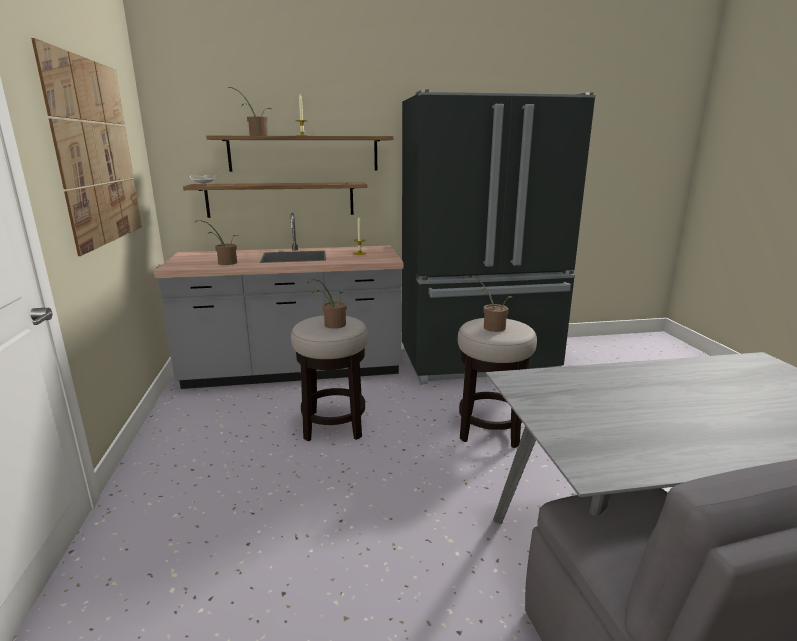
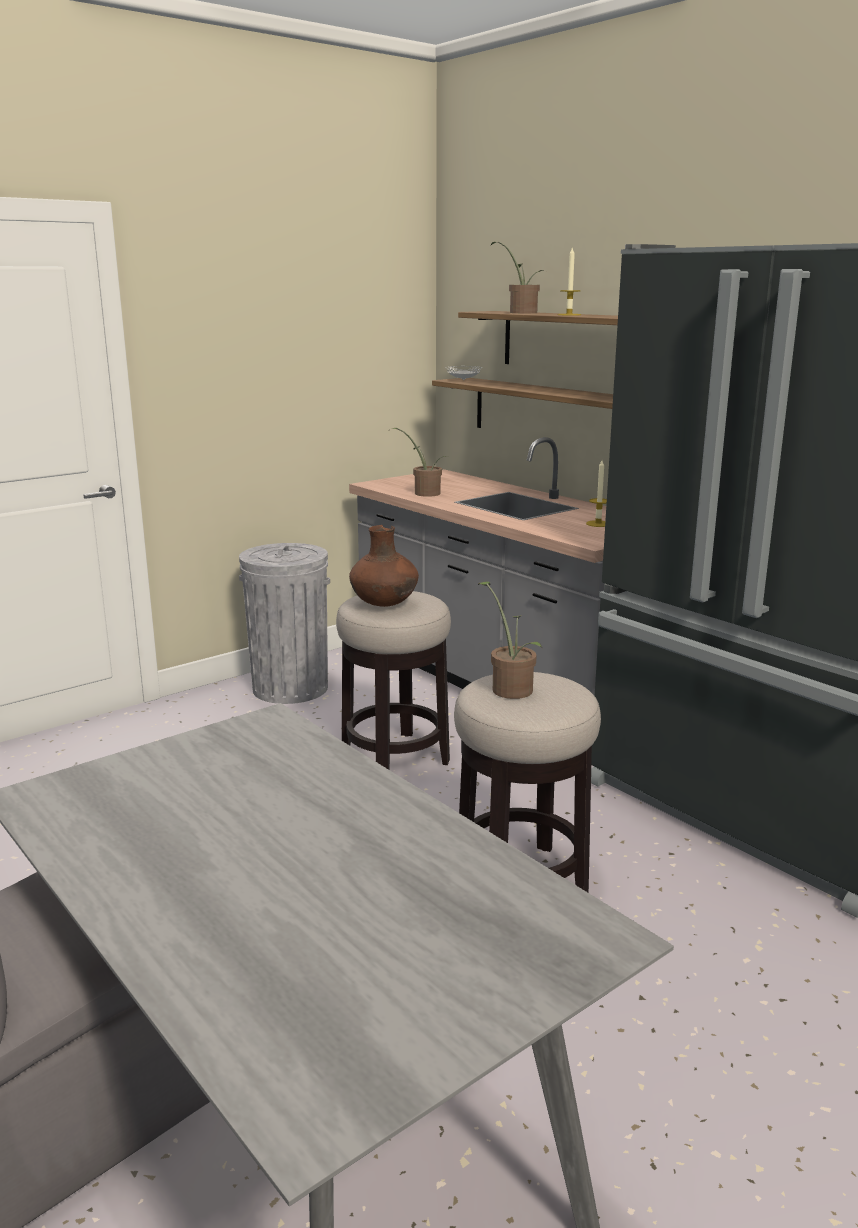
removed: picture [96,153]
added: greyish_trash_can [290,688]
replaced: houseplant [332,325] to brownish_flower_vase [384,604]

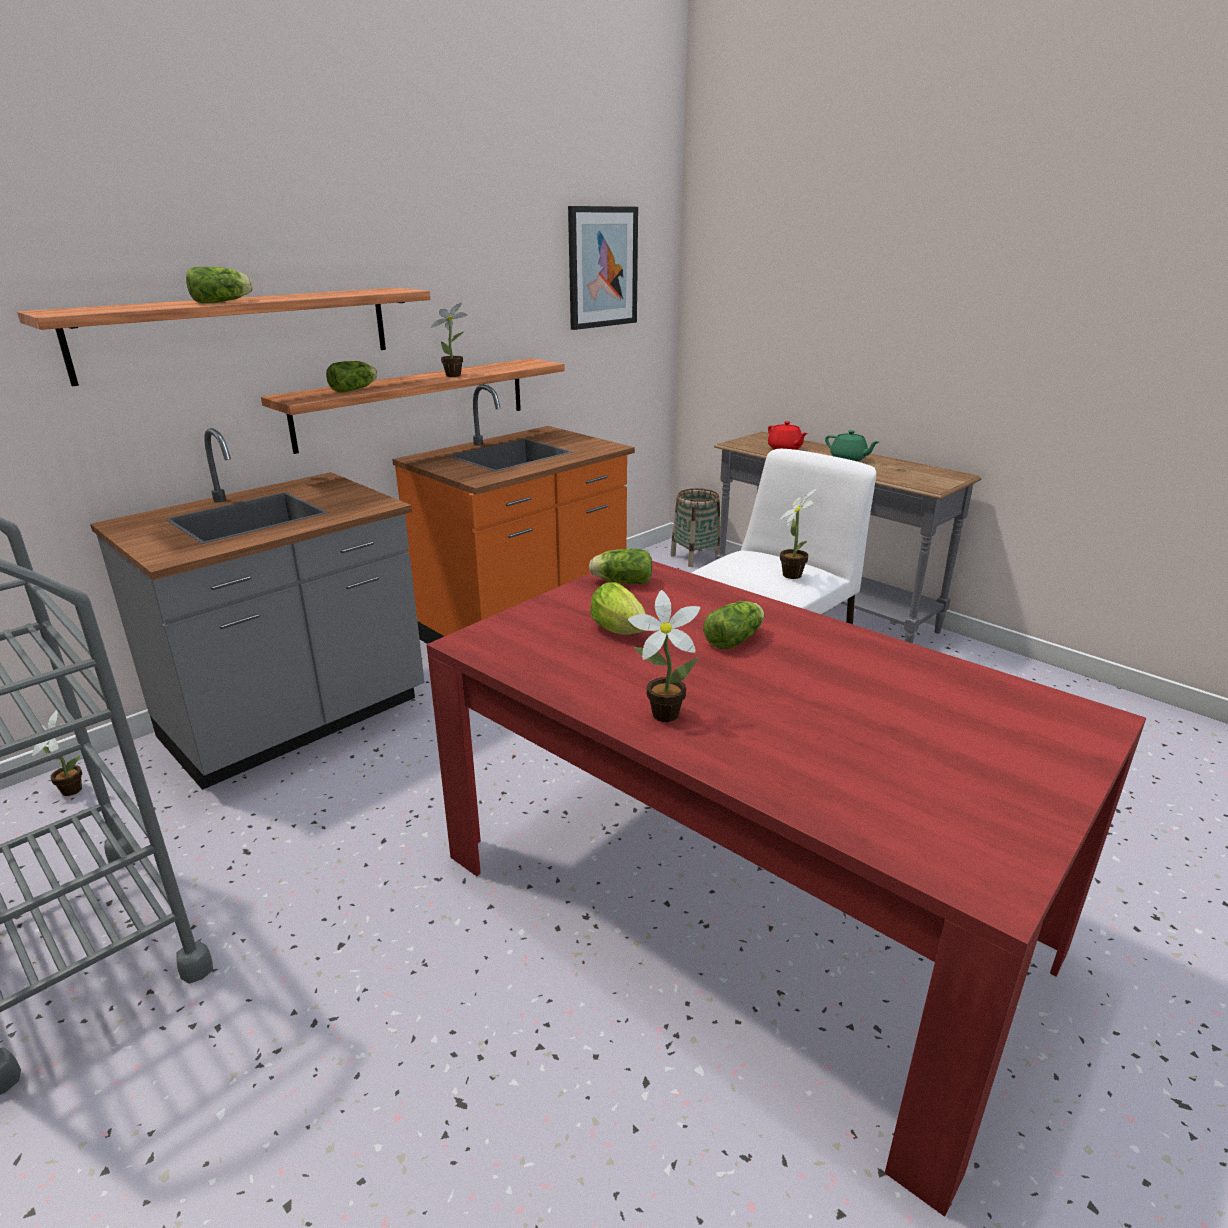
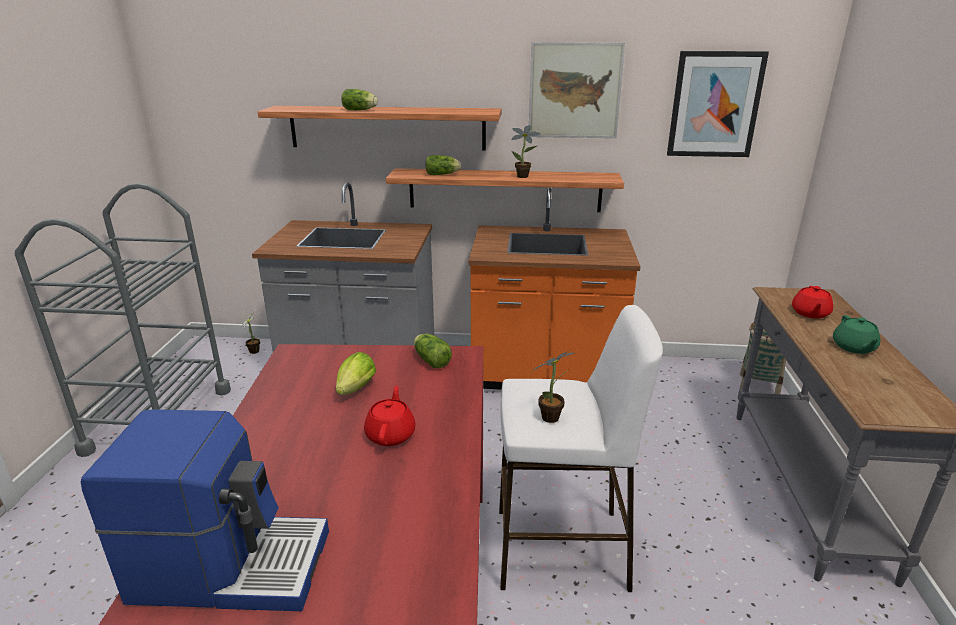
removed: houseplant [661,713]
added: picture [574,91]; coffee_brewer [231,564]
replaced: lettuce [736,639] to red-coloured_teapot [391,434]

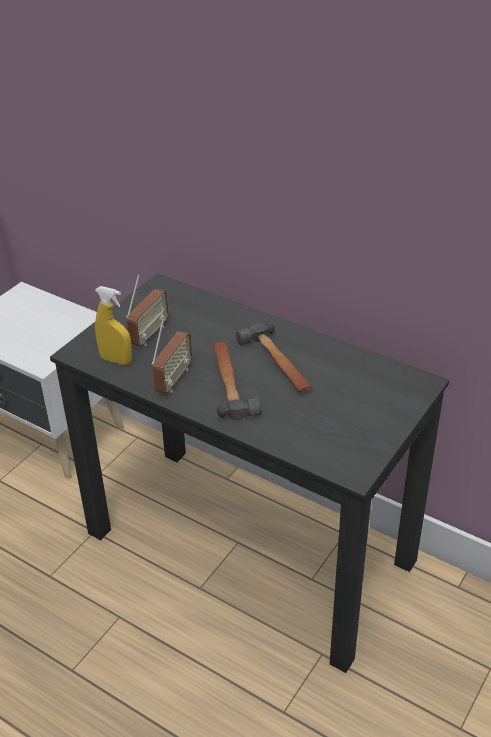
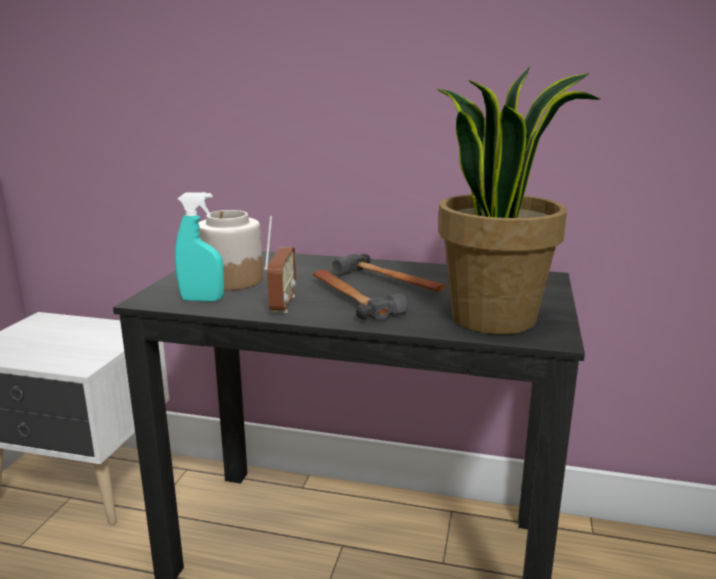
added: houseplant [494,317]
replaced: radio_set [149,334] to preserve_jar [231,280]
recoloured: yellow_hand_sprayer [116,360] to blue-green_hand_sprayer [202,300]

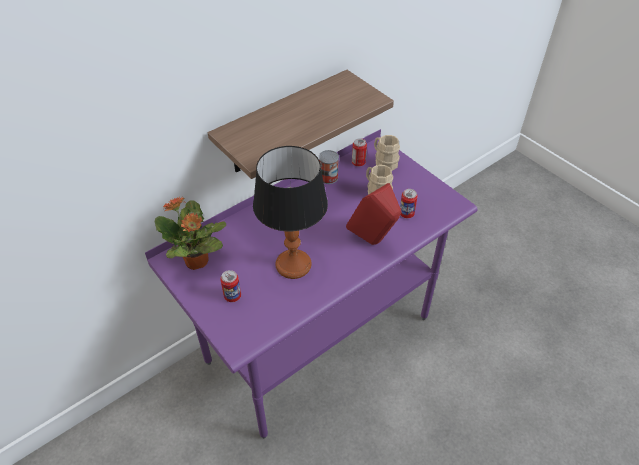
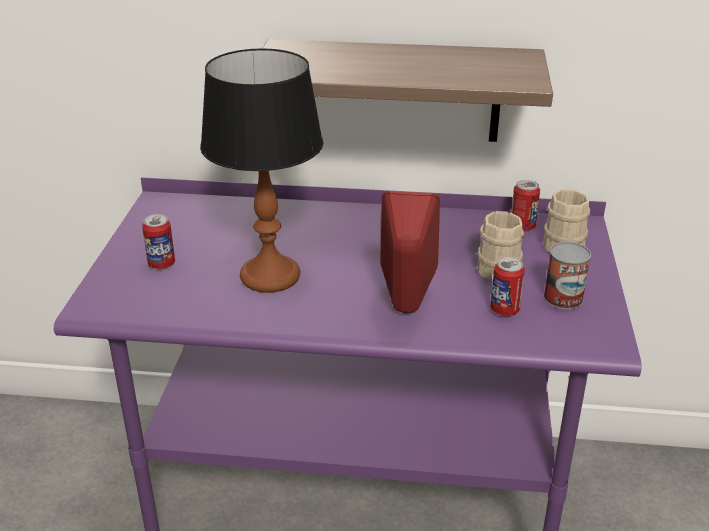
removed: houseplant [197,262]
moved: metal_can [328,177] to [563,298]

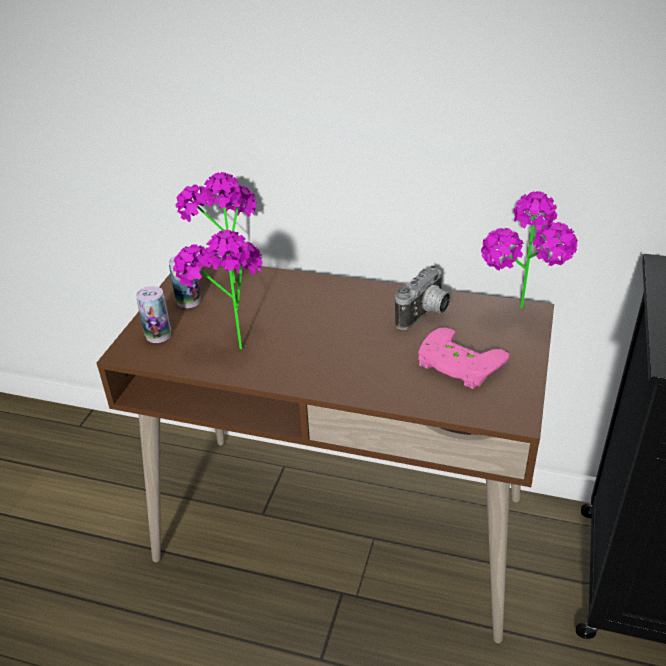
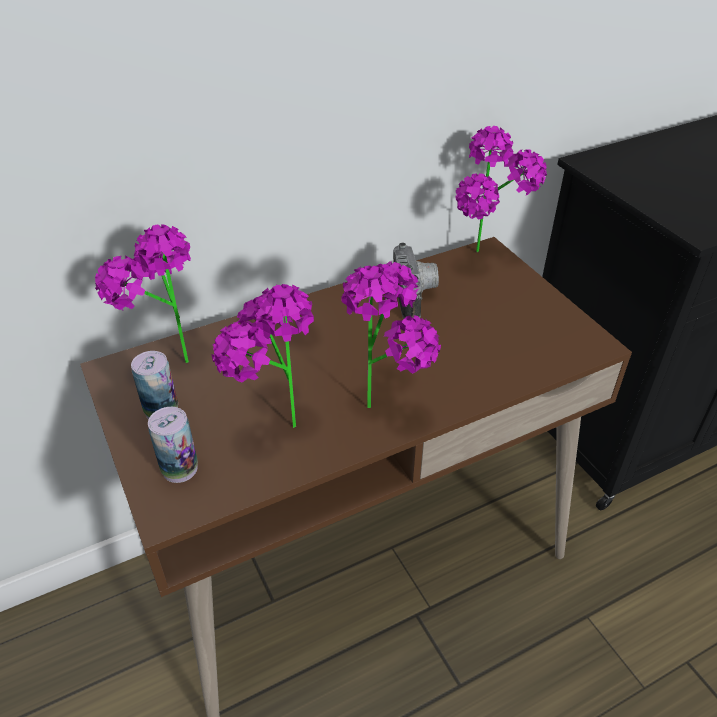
removed: pink_joypad [456,365]
added: houseplant [388,401]

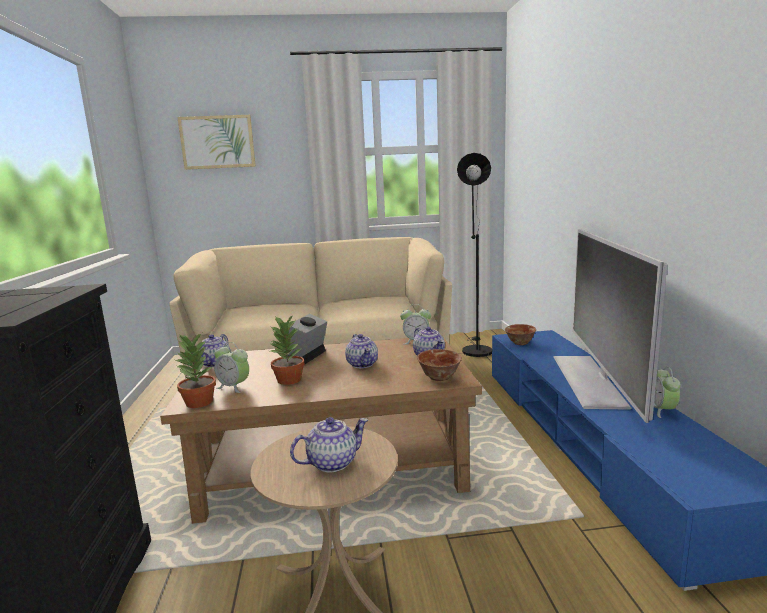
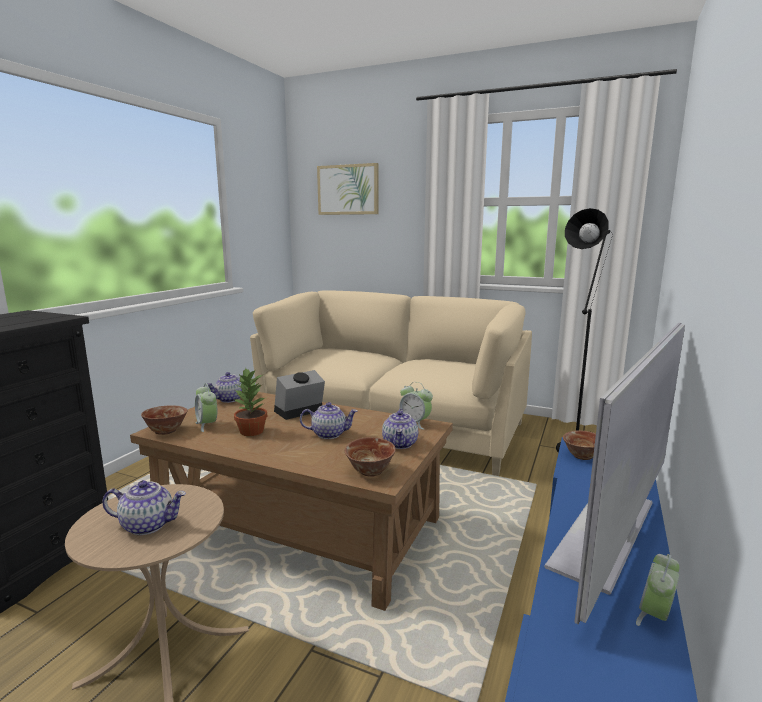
replaced: houseplant [198,402] to serving_bowl [166,431]
turned: teapot [362,364] = [329,434] 105 degrees counterclockwise

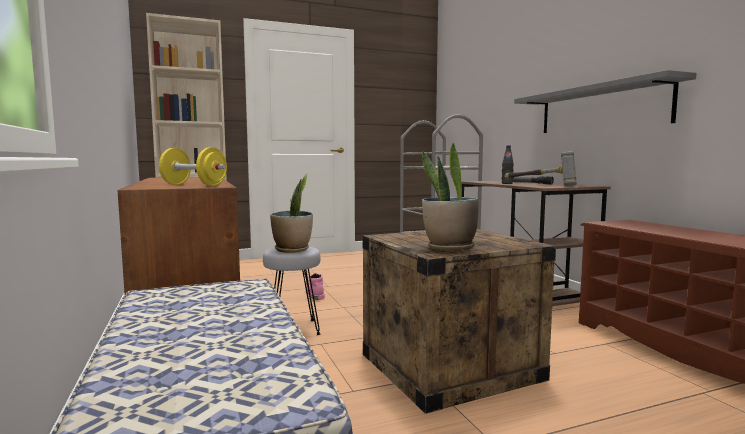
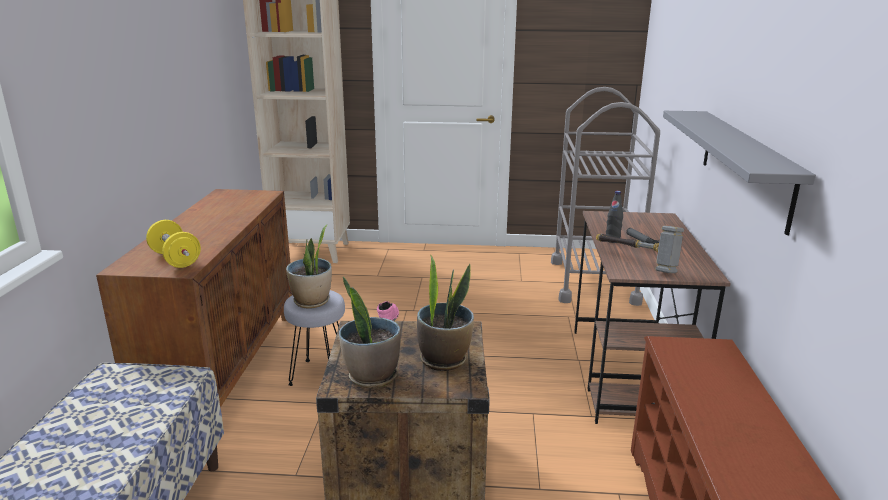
added: houseplant [444,359]

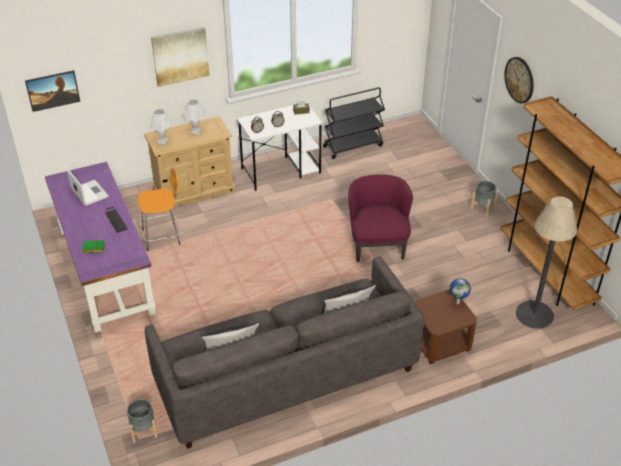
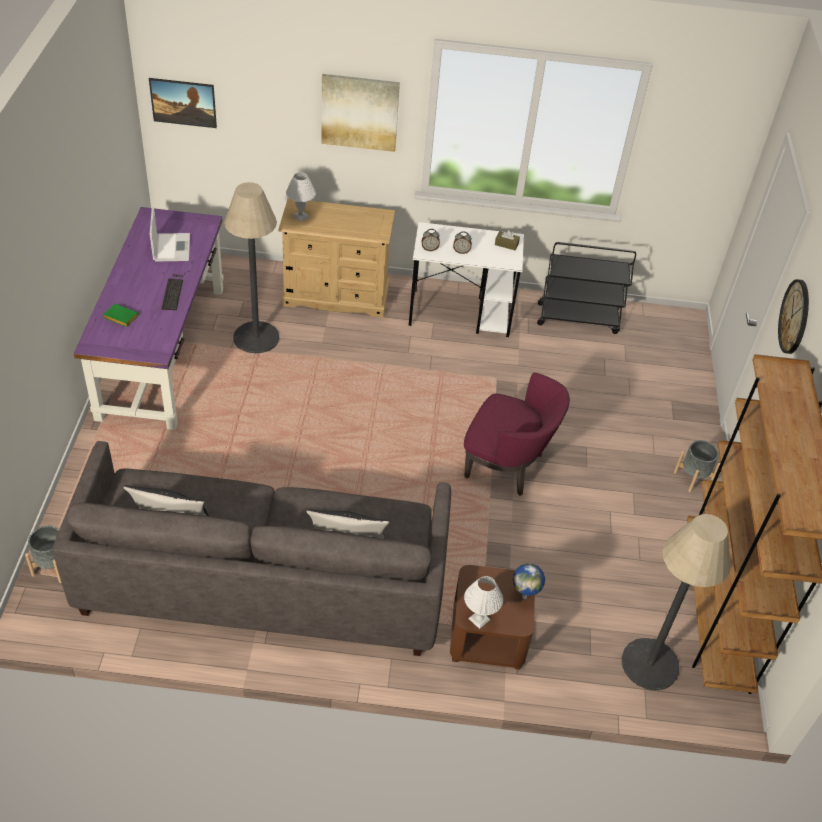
moved: white-coloured_lamp_for_a_table [196,131] to [479,619]
replaced: orange_stool [163,237] to floor_lamp [256,338]
turned: purplish_lounge_chair [377,245] = [507,466] 90 degrees clockwise

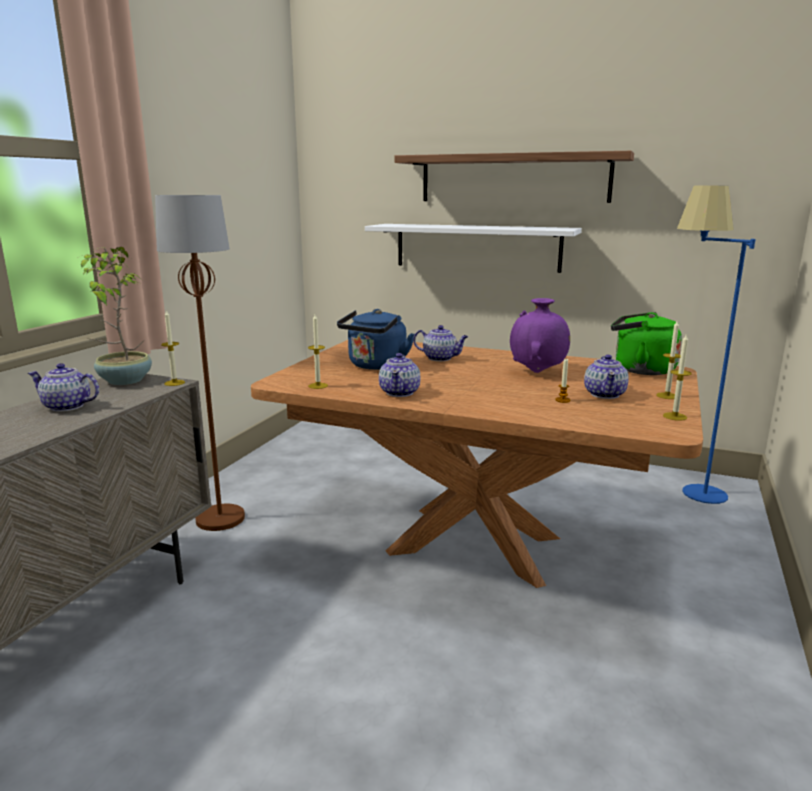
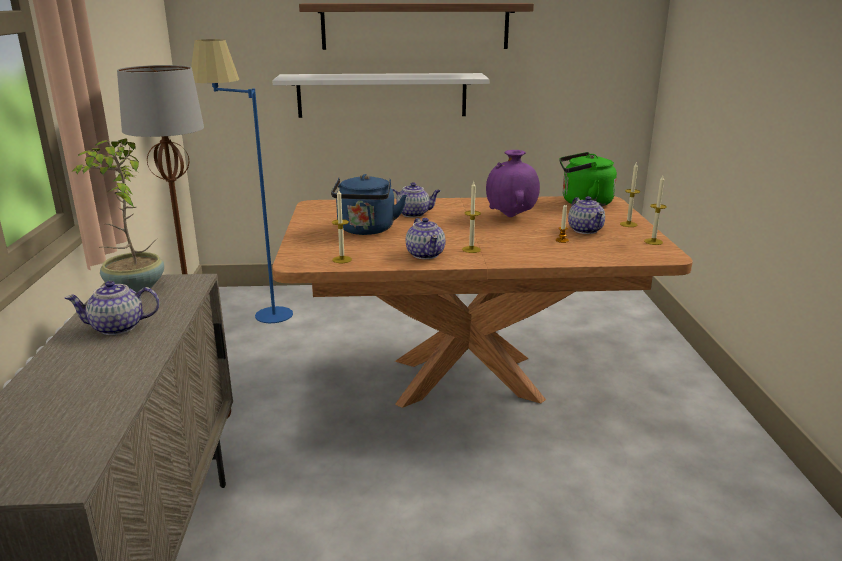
moved: bluish_floor_lamp [685,494] to [256,318]; wax_light [174,383] to [471,249]

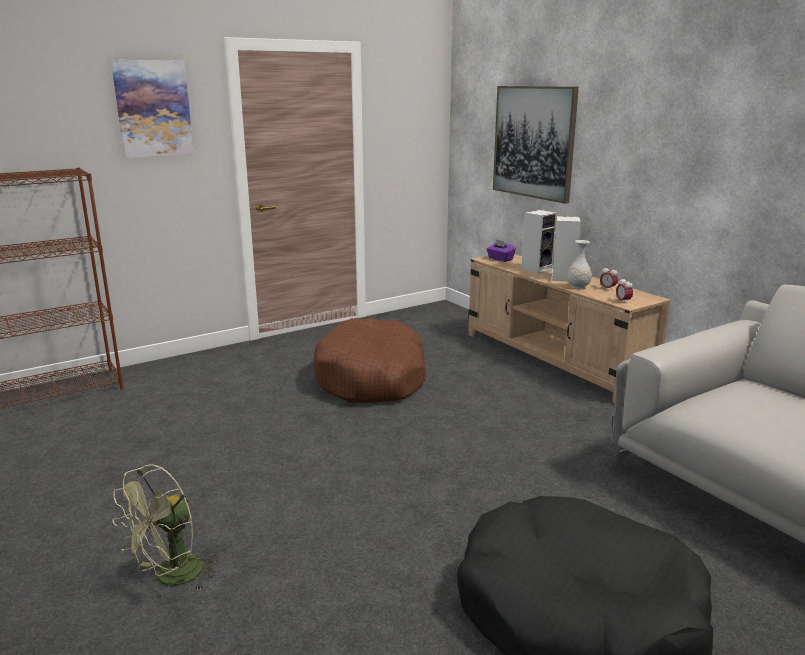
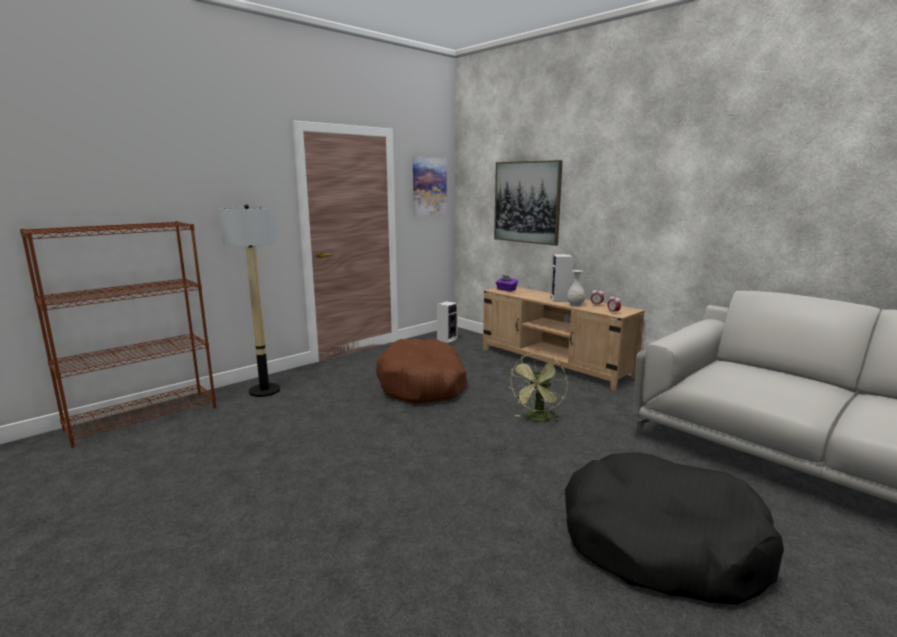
added: floor_lamp [264,391]
moved: picture [153,109] to [429,186]; loudspeaker [537,269] to [447,339]; green_electric_fan [171,578] to [538,419]

